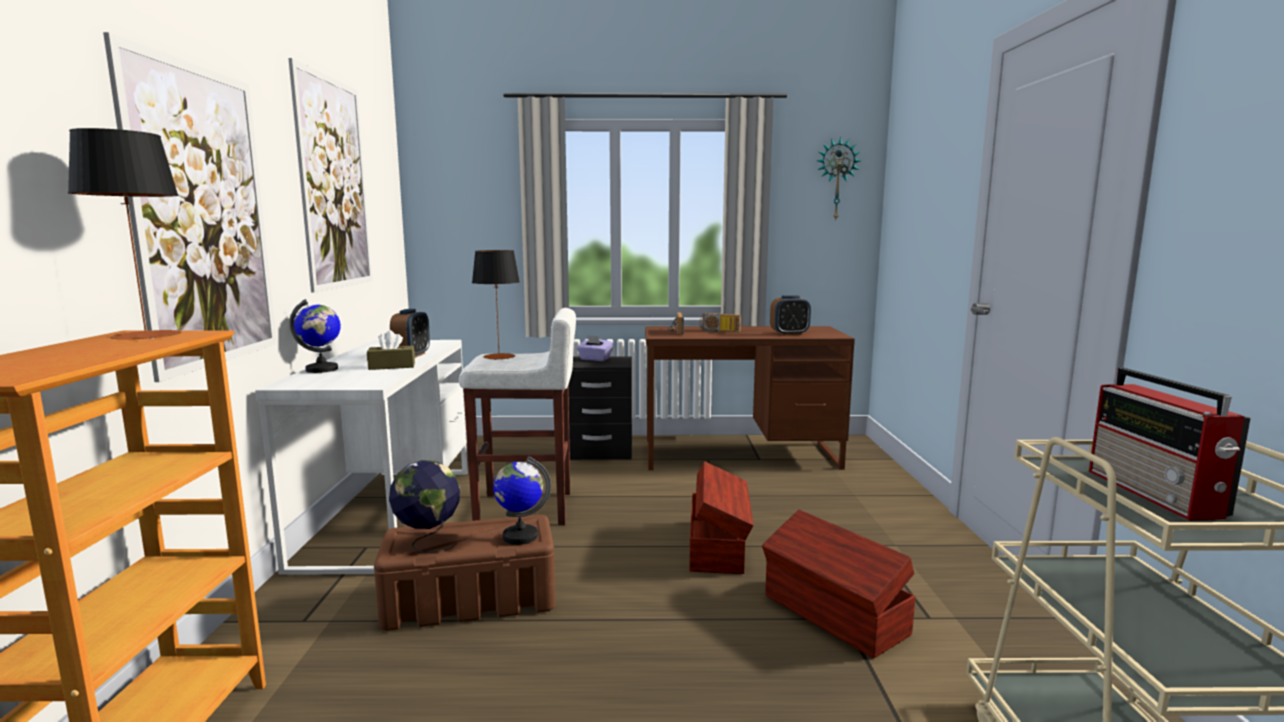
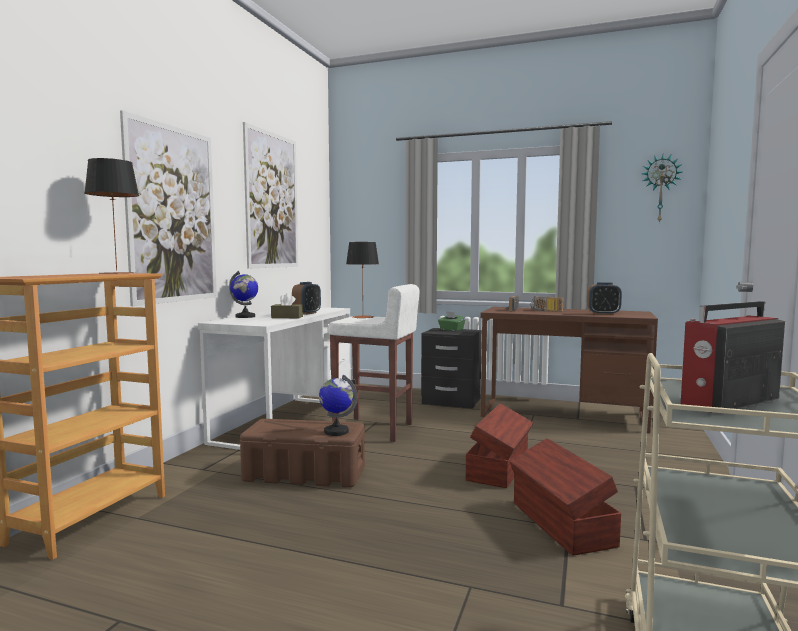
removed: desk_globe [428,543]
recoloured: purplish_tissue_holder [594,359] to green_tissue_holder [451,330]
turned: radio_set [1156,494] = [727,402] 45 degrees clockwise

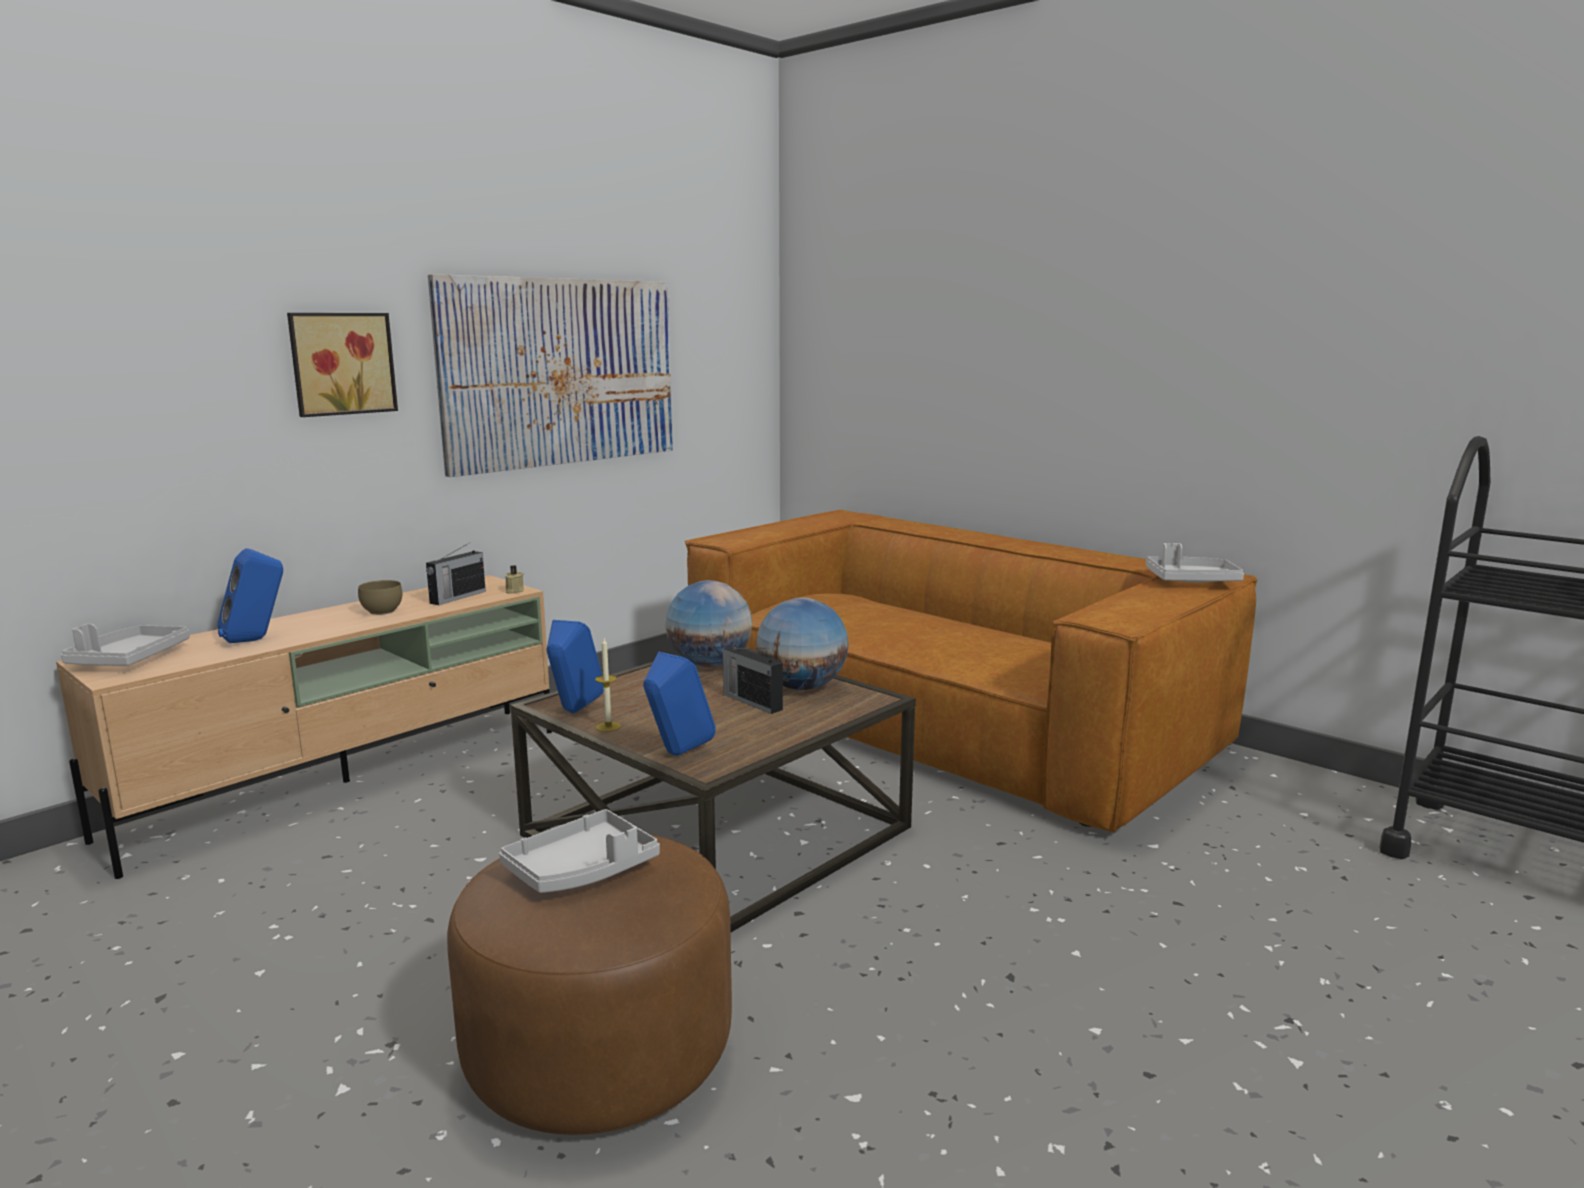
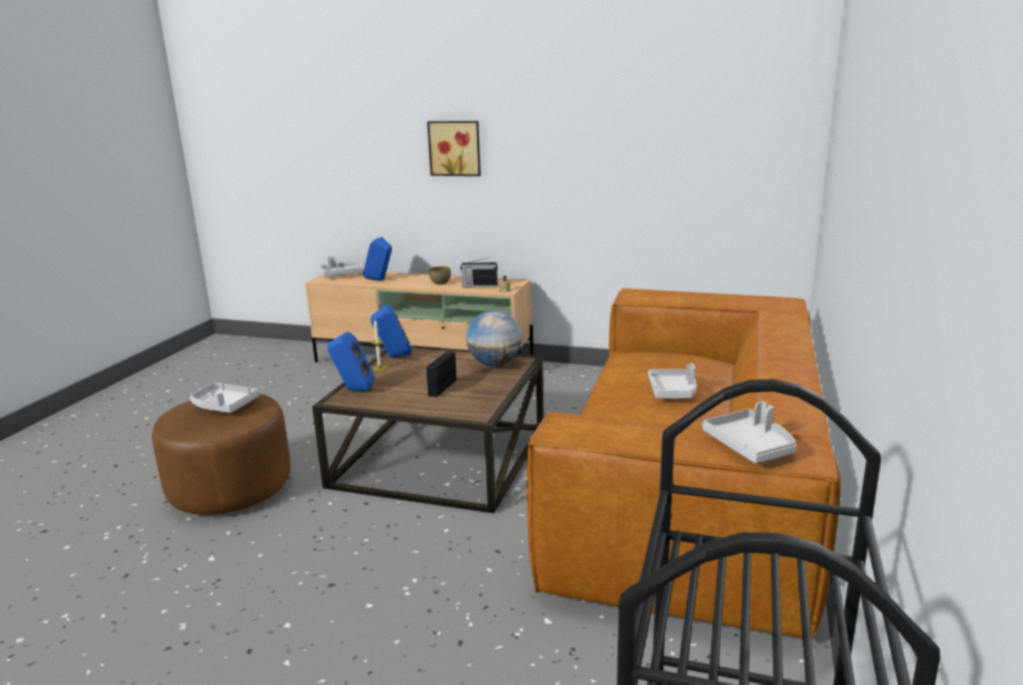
removed: picture [561,372]; desk_globe [801,687]
added: greyish_serving_tray [673,391]

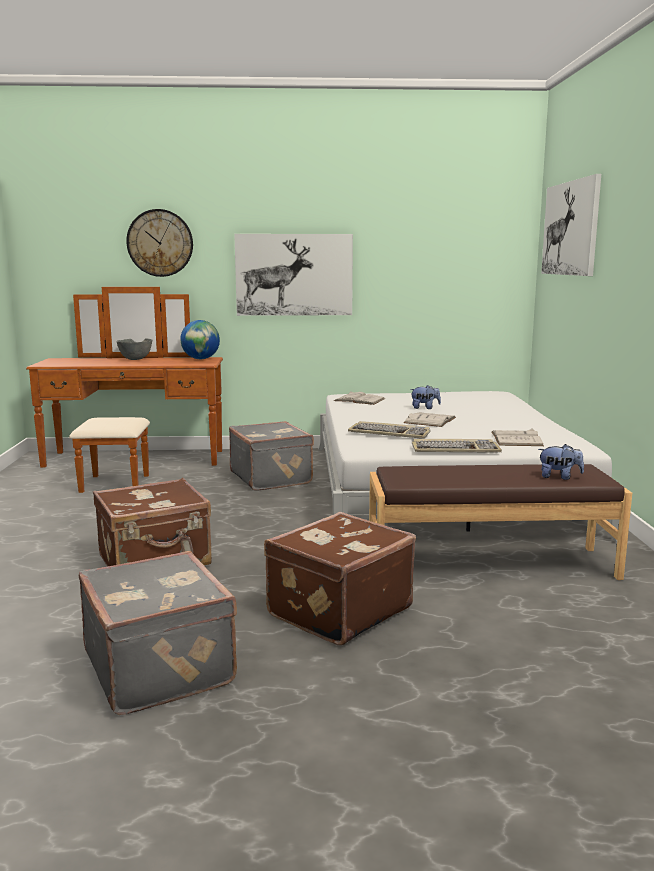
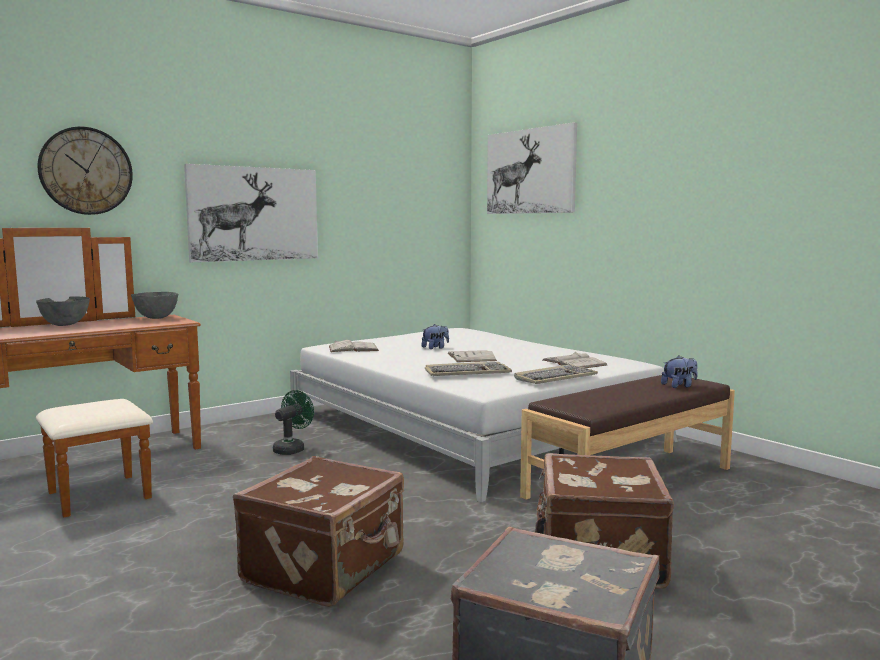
replaced: desk_globe [201,359] to greyish_serving_bowl [156,318]; greyish_suitcase [272,478] to green_electric_fan [292,449]

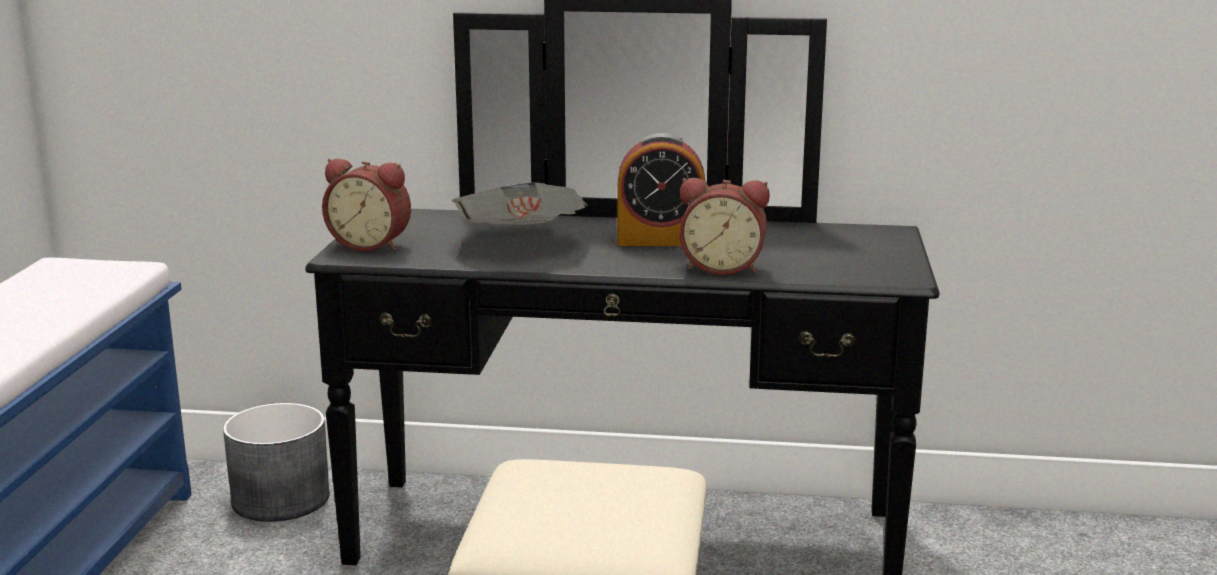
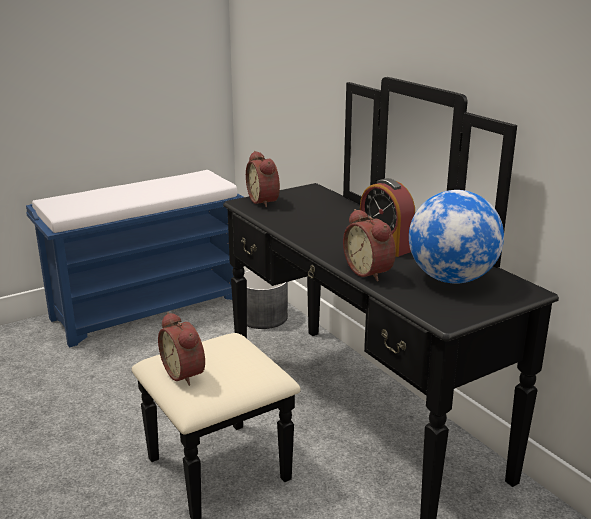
removed: printed_paper [521,242]
added: desk_globe [451,279]; alarm_clock [186,373]

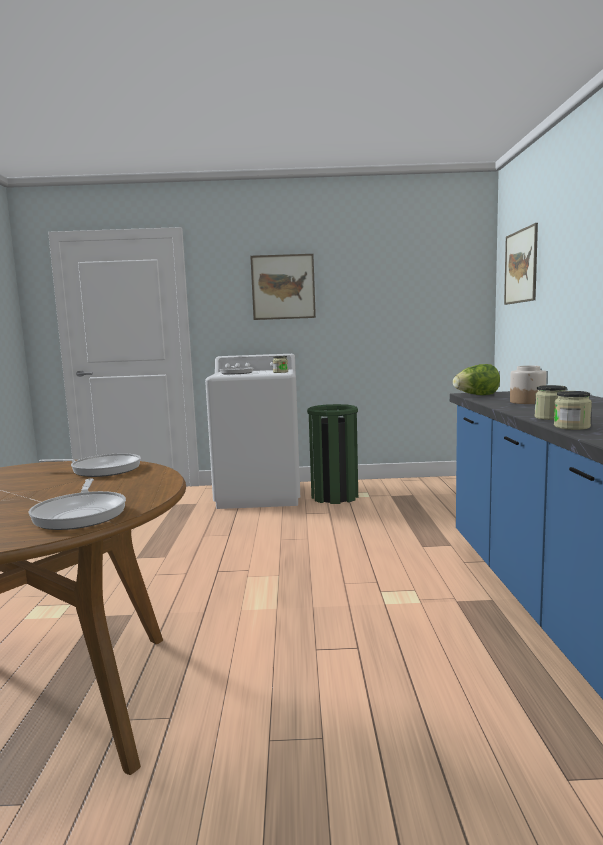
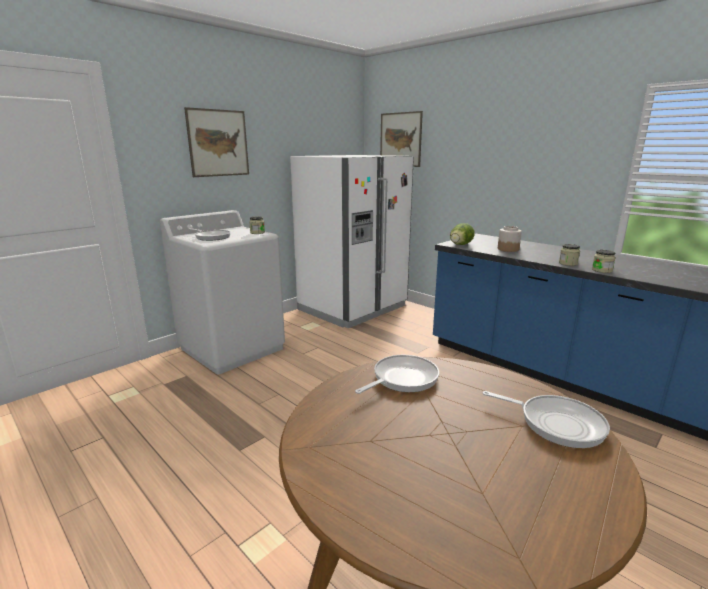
removed: green_trash_can [334,496]
added: white-coloured_refrigerator [353,308]

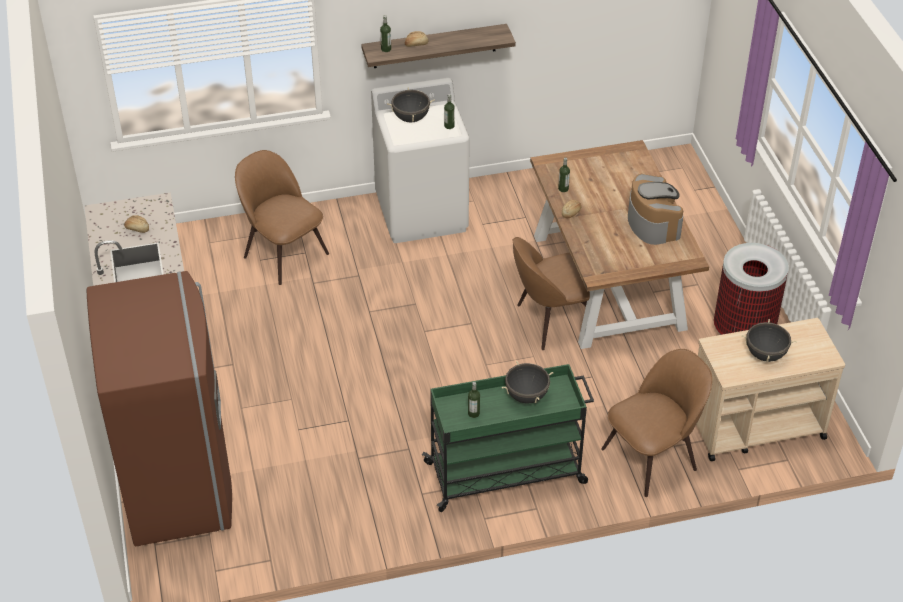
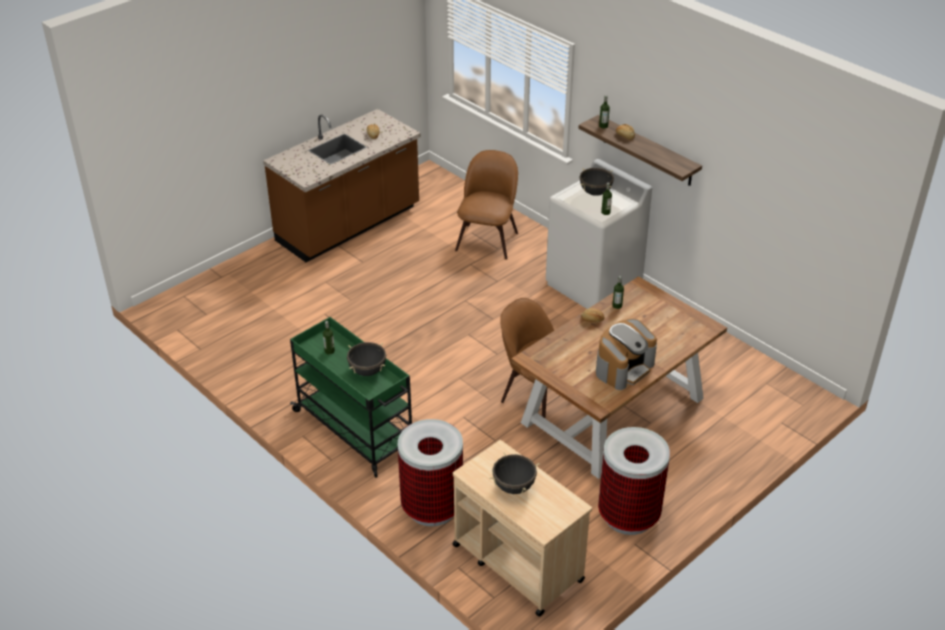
removed: brownish_refrigerator [179,484]
replaced: brownish_plain_chair [652,457] to trash_can [432,507]

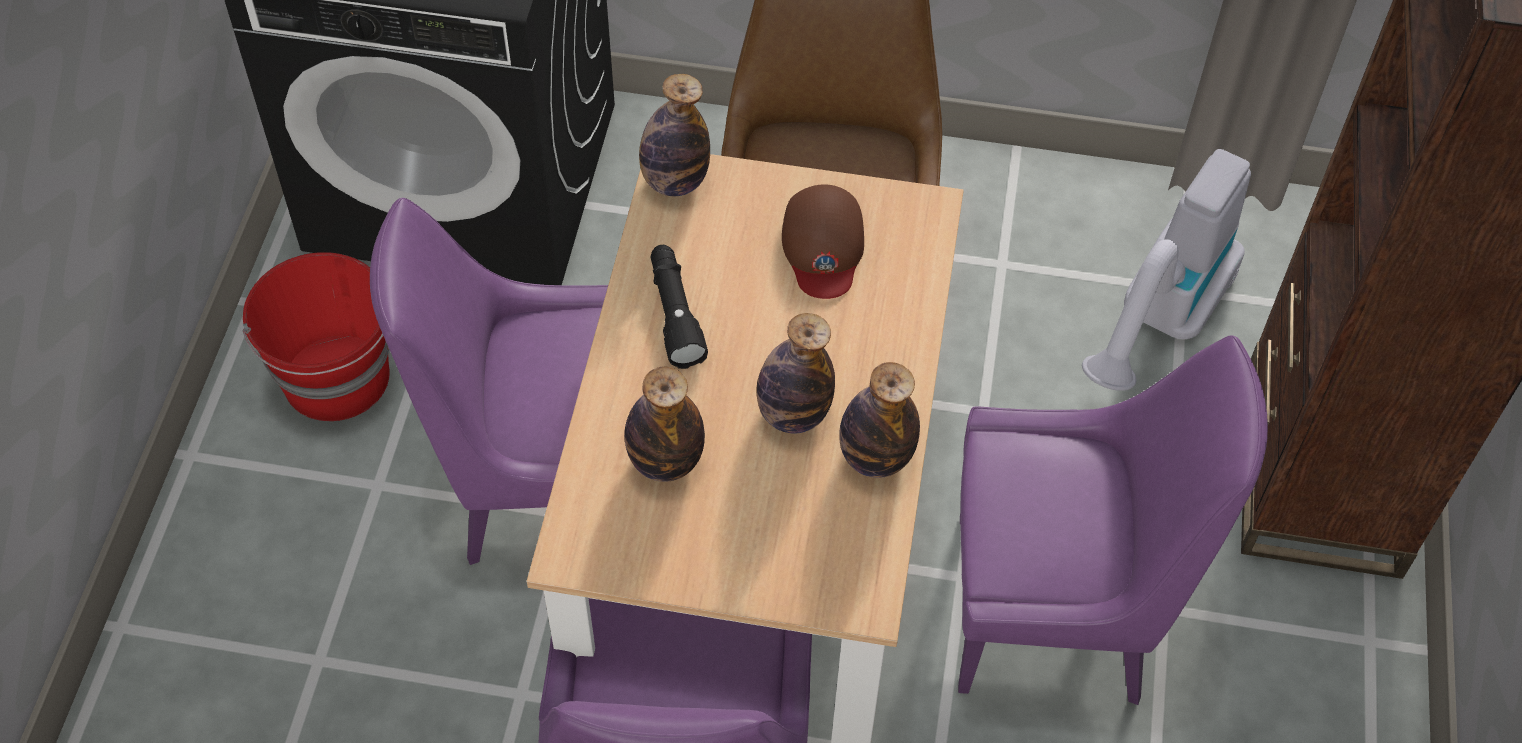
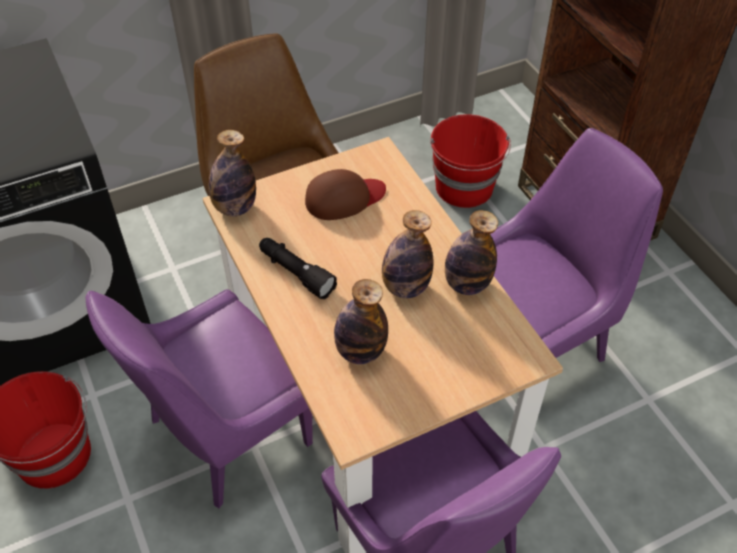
replaced: hoover [1158,325] to red-coloured_pail [464,188]
turned: brownish_baseball_cap [823,246] = [344,198] 75 degrees counterclockwise

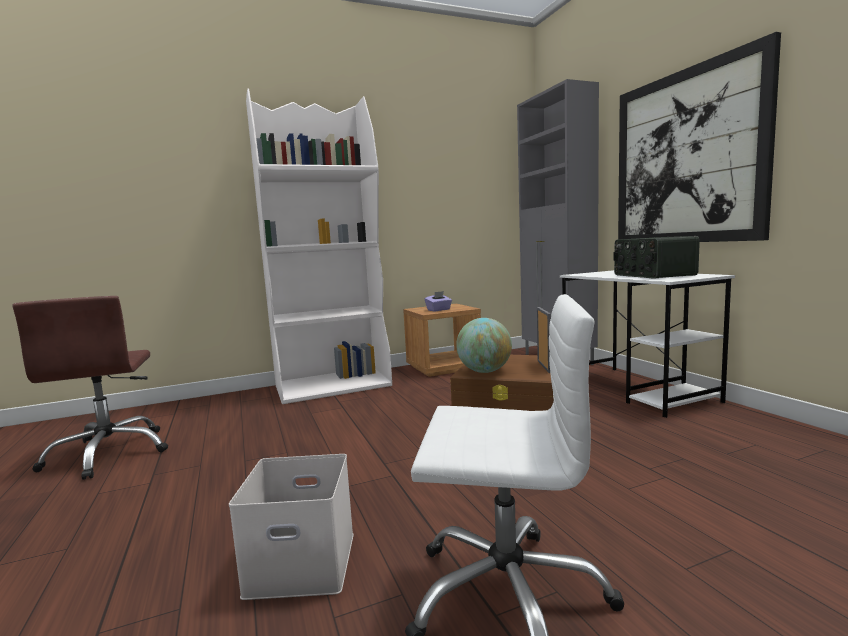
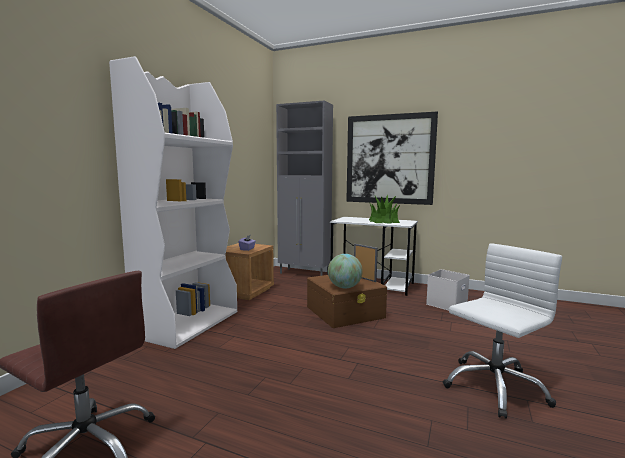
moved: white-coloured_storage_container [299,565] to [447,304]
replaced: radio_set [652,275] to houseplant [384,221]

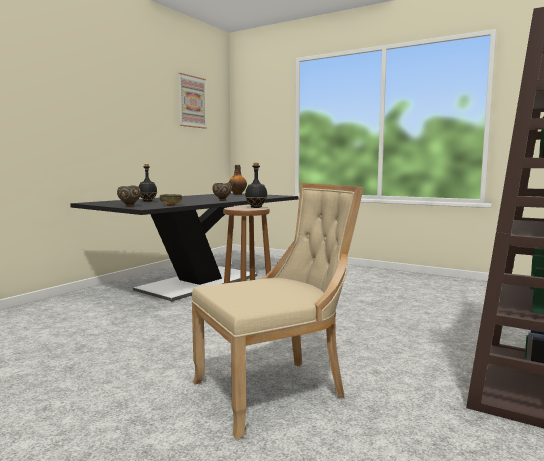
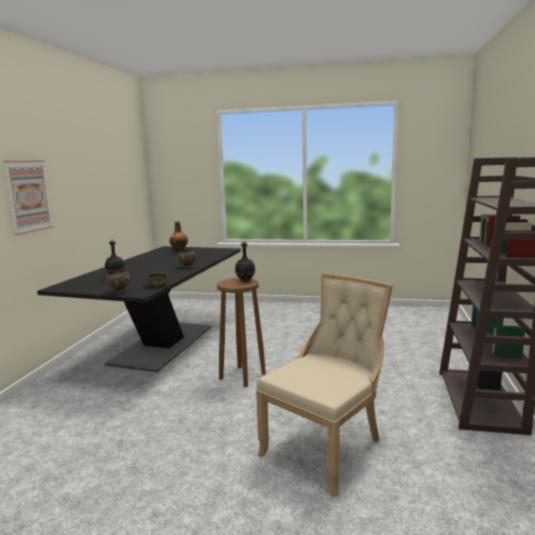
moved: picture [192,101] to [28,196]

